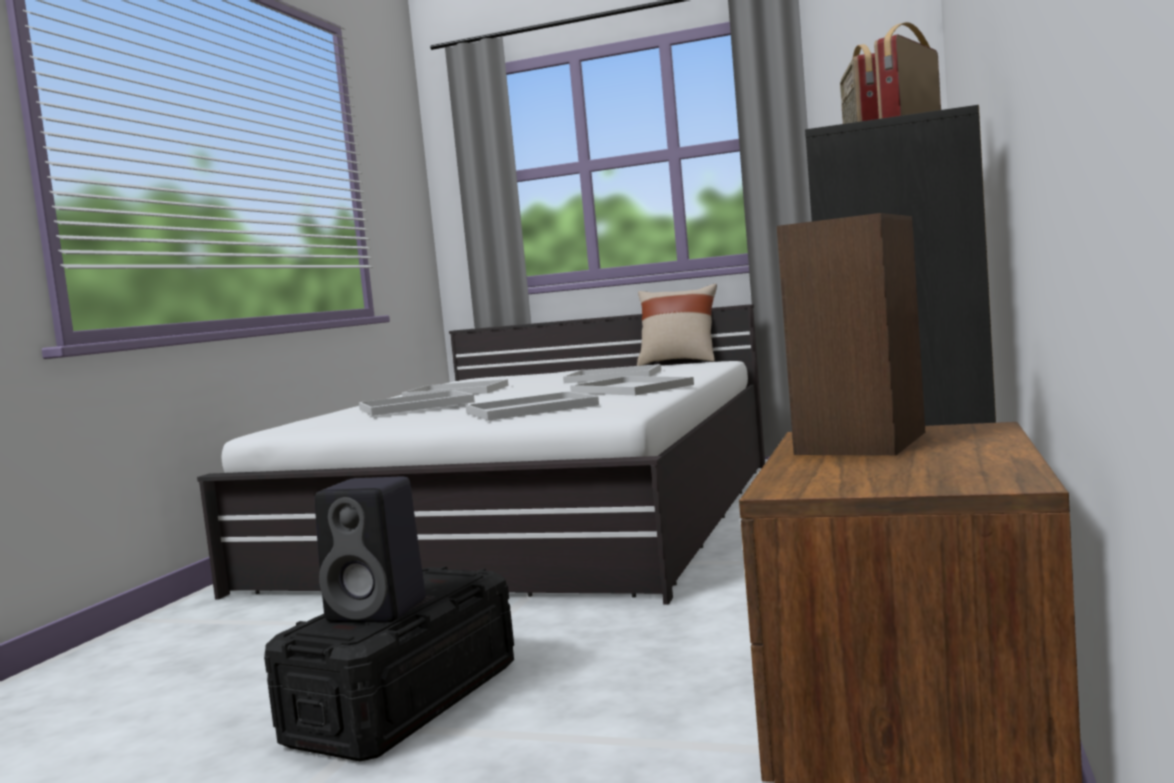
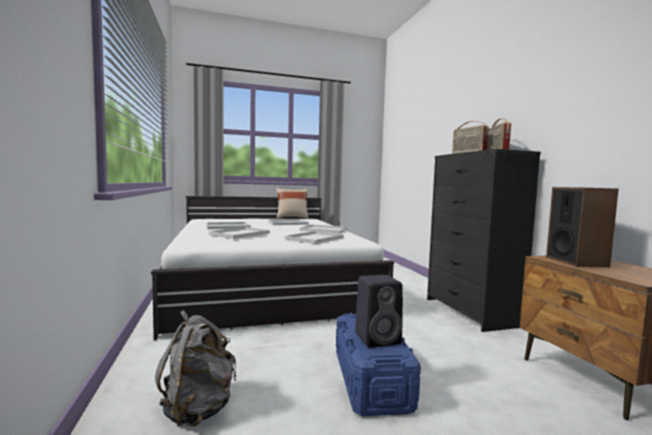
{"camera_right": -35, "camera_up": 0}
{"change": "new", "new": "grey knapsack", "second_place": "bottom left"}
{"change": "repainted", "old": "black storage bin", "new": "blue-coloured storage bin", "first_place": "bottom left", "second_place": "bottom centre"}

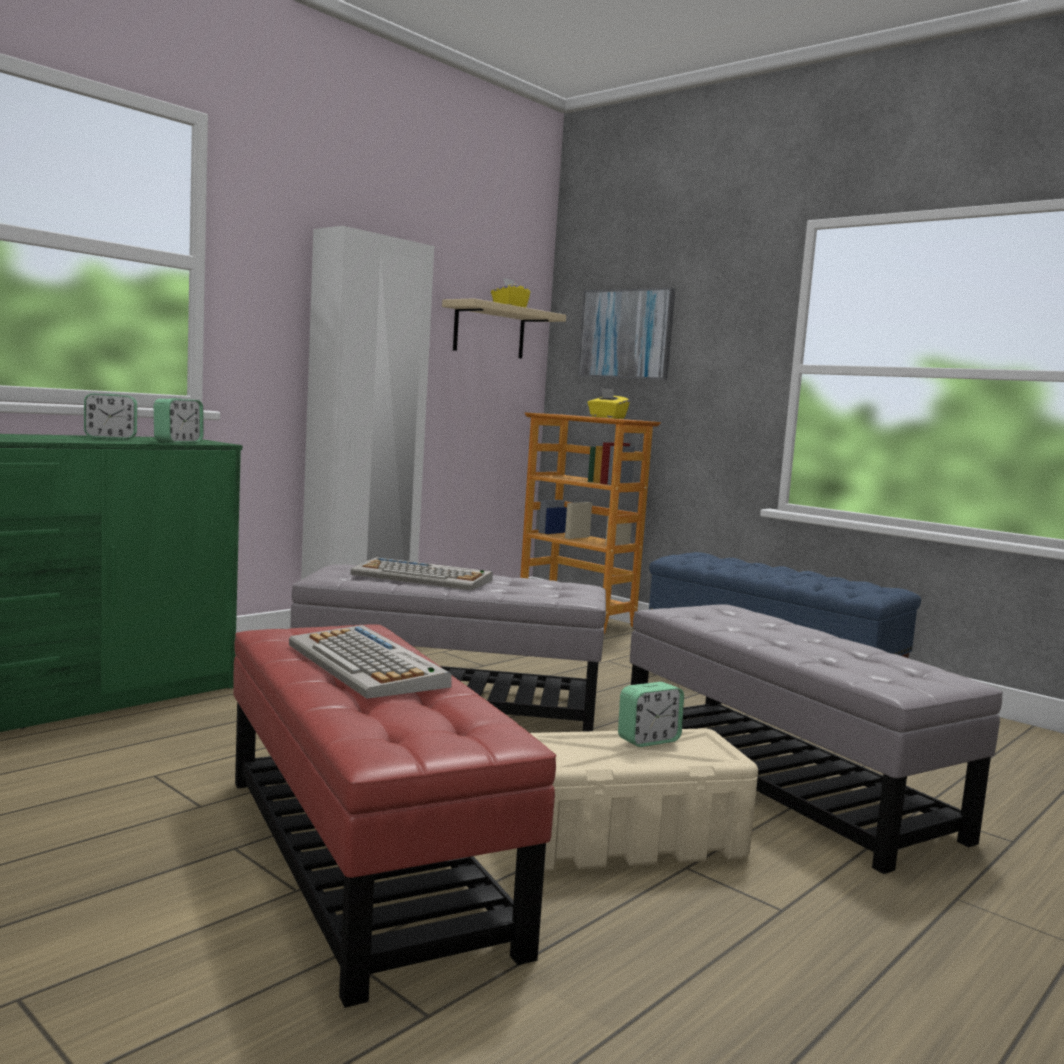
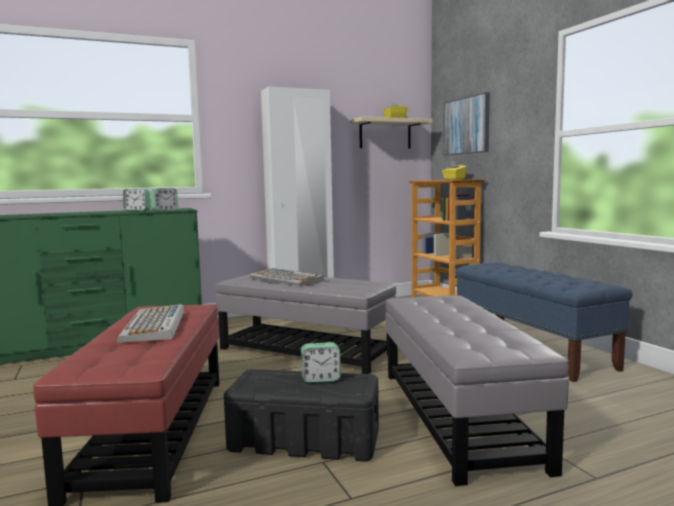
{"camera_right": 25, "camera_up": 0}
{"change": "repainted", "old": "sand-coloured storage bin", "new": "black storage bin", "first_place": "bottom centre", "second_place": "bottom centre"}

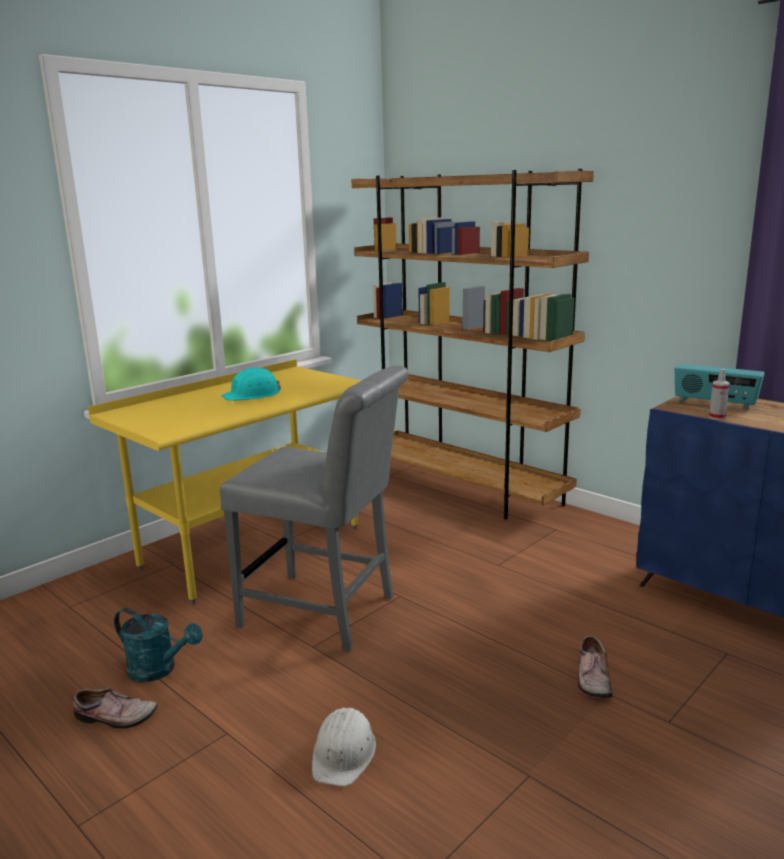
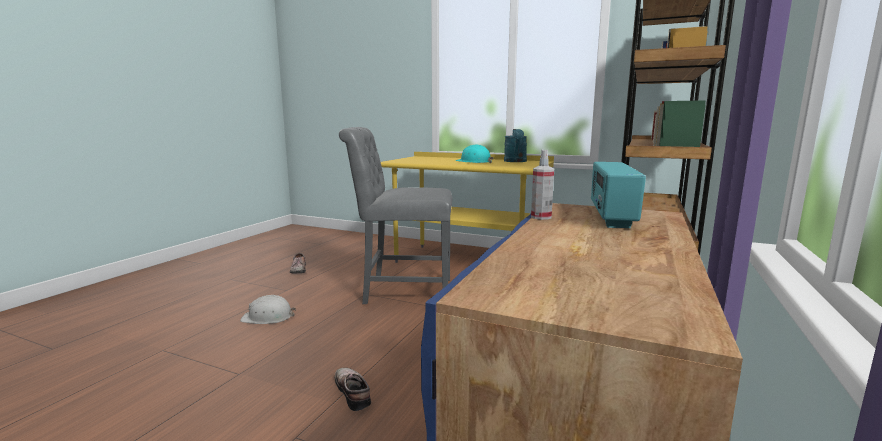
{"camera_right": 70, "camera_up": -5}
{"change": "rotated", "old": "item of footwear (no. 2 from left)", "first_place": "bottom right", "second_place": "bottom centre", "degrees": 75}
{"change": "rotated", "old": "grey upright chair", "first_place": "centre", "second_place": "centre", "degrees": 90}
{"change": "shifted", "old": "turquoise watering pot", "first_place": "bottom left", "second_place": "top centre"}

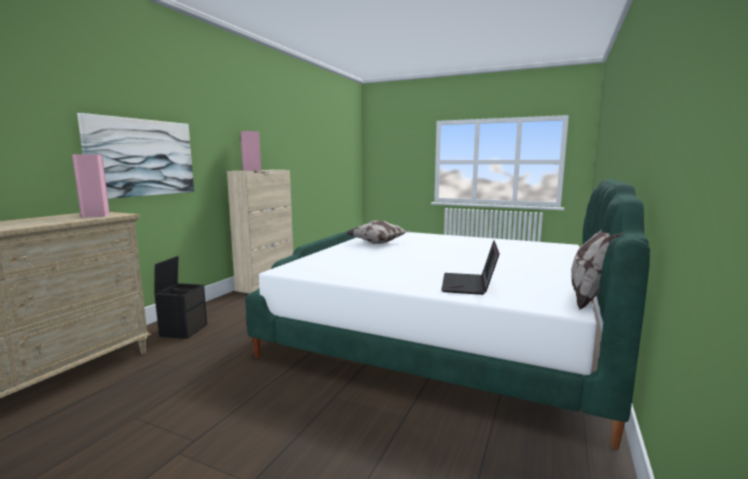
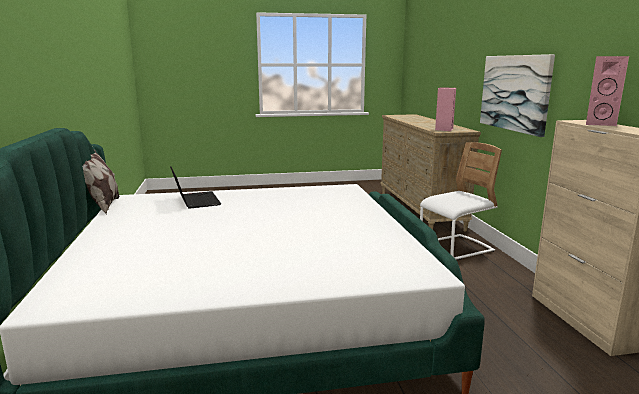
{"camera_right": 145, "camera_up": 5}
{"change": "swapped", "old": "black storage bin", "new": "whitish upright chair", "first_place": "middle left", "second_place": "middle right"}
{"change": "gone", "old": "throw pillow (no. 1 from left)", "first_place": "centre"}

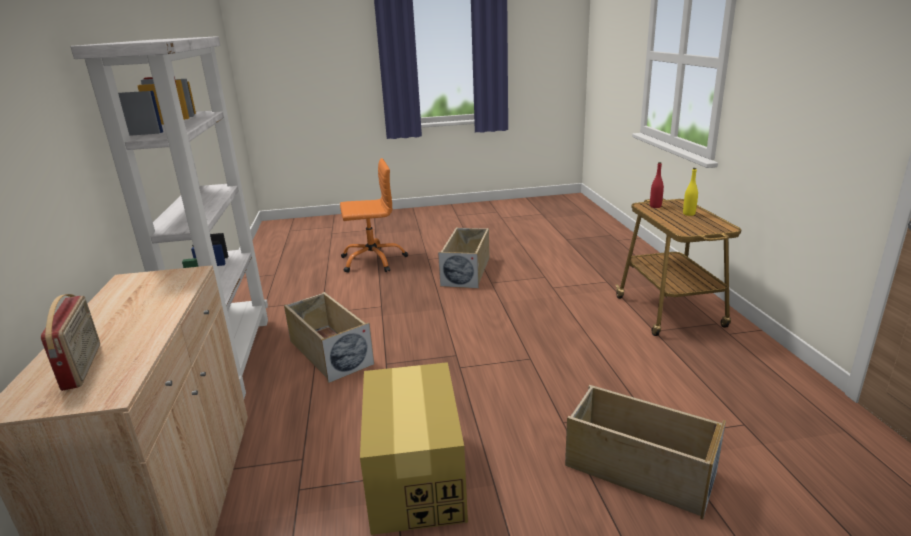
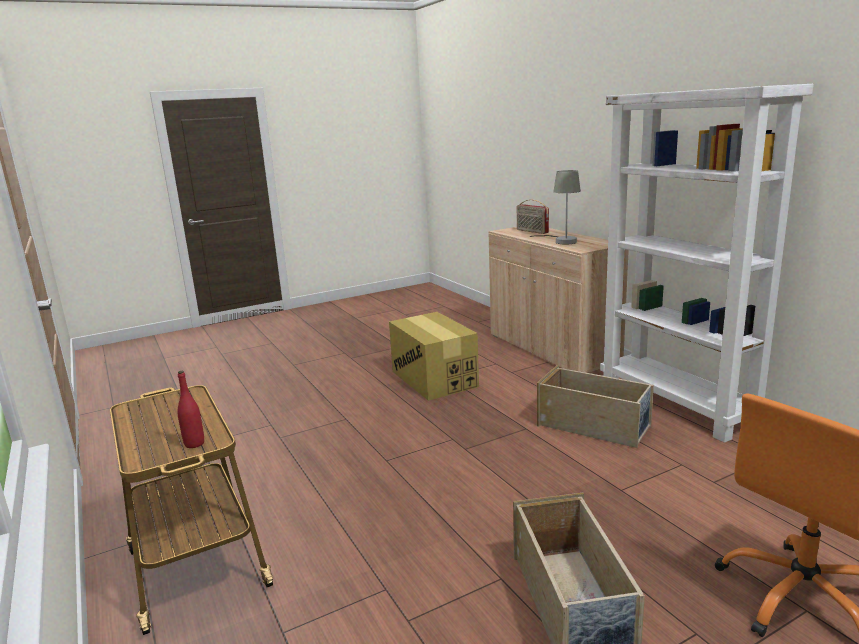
{"camera_right": 160, "camera_up": -5}
{"change": "new", "new": "grey lamp for a table", "second_place": "top centre"}
{"change": "gone", "old": "sand-coloured storage bin (no. 3 from left)", "first_place": "bottom right"}
{"change": "gone", "old": "yellow-coloured drink bottle", "first_place": "middle right"}

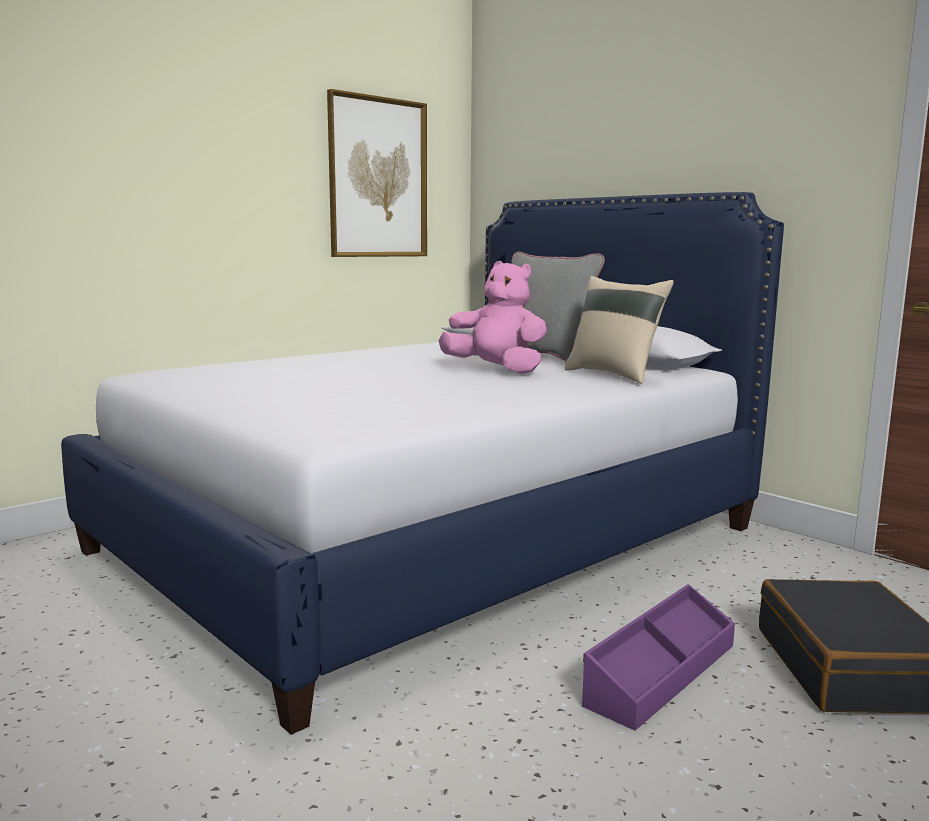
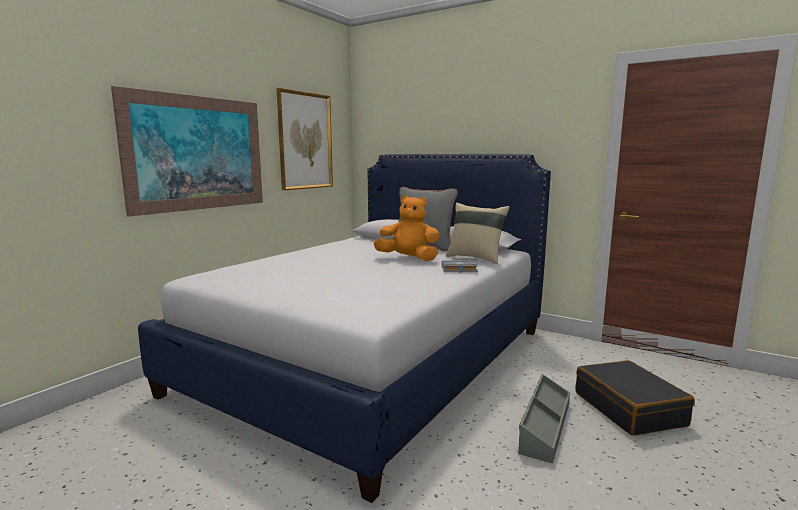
{"camera_right": -15, "camera_up": 0}
{"change": "new", "new": "wall art (no. 1 from left)", "second_place": "top left"}
{"change": "repainted", "old": "pinkish plush toy", "new": "orange plush toy", "first_place": "centre", "second_place": "centre"}
{"change": "new", "new": "grey volume", "second_place": "centre"}
{"change": "repainted", "old": "purplish storage bin", "new": "grey storage bin", "first_place": "bottom right", "second_place": "bottom right"}

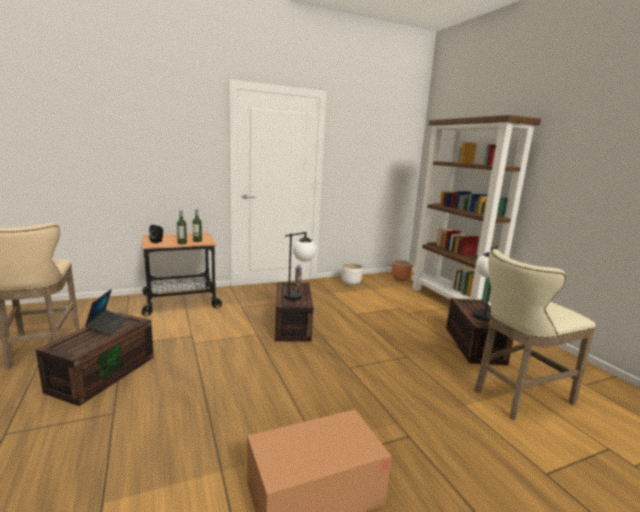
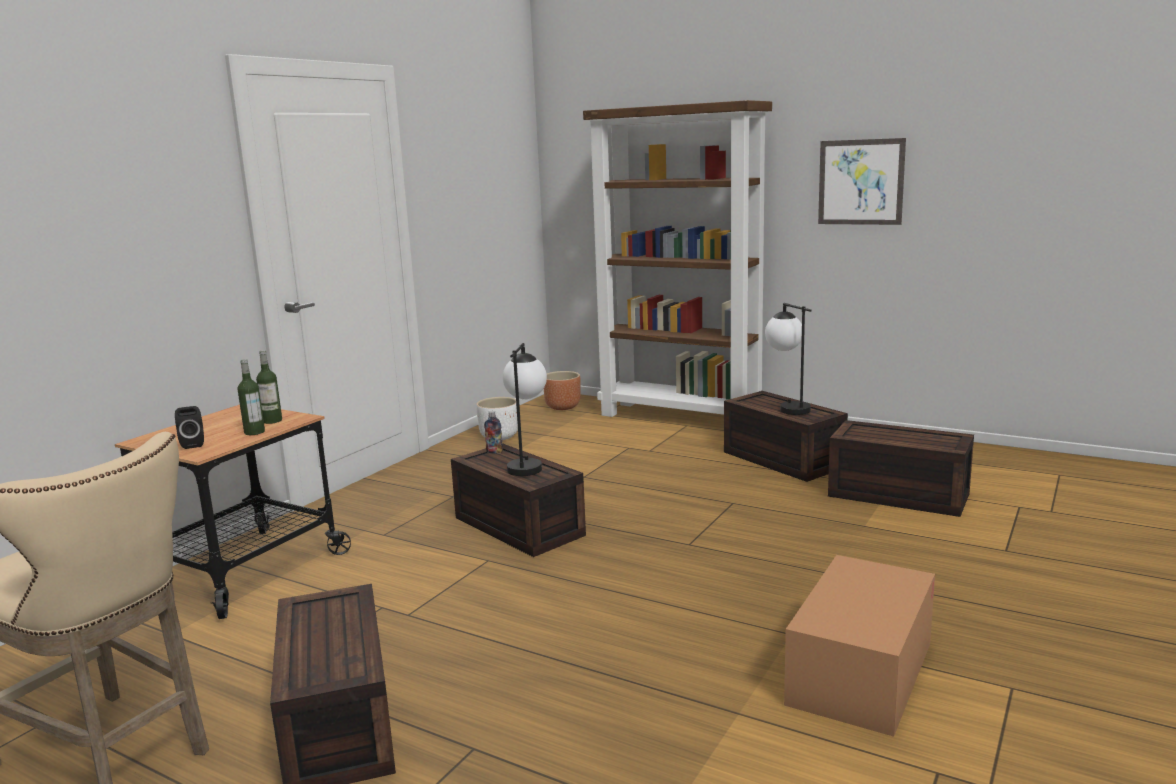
{"camera_right": -35, "camera_up": 0}
{"change": "new", "new": "wall art", "second_place": "top right"}
{"change": "swapped", "old": "sand-coloured stool seat (no. 2 from left)", "new": "brownish storage bin (no. 4 from left)", "first_place": "middle right", "second_place": "middle right"}
{"change": "gone", "old": "notebook computer", "first_place": "middle left"}

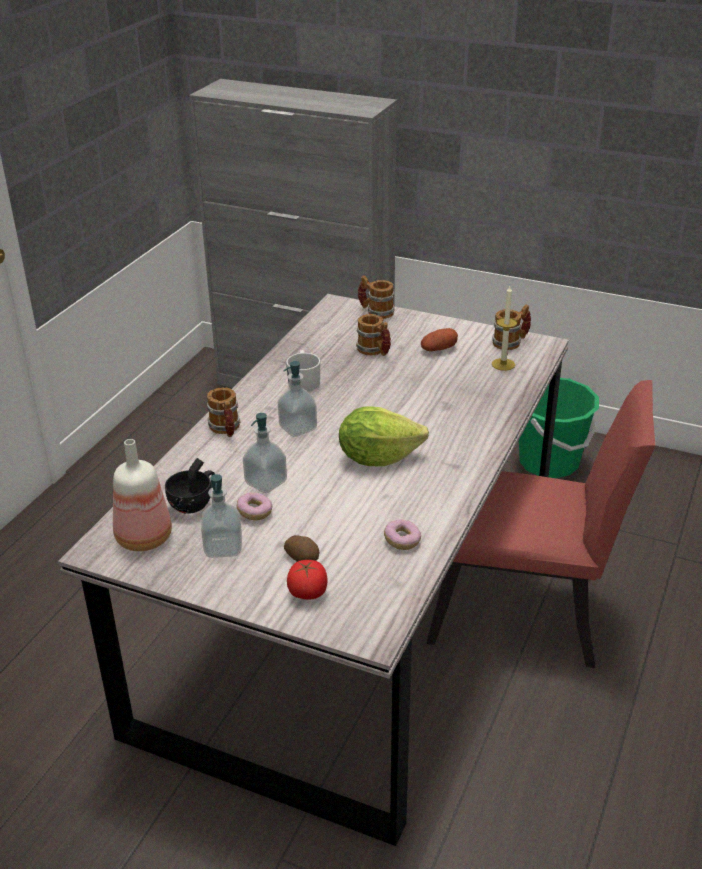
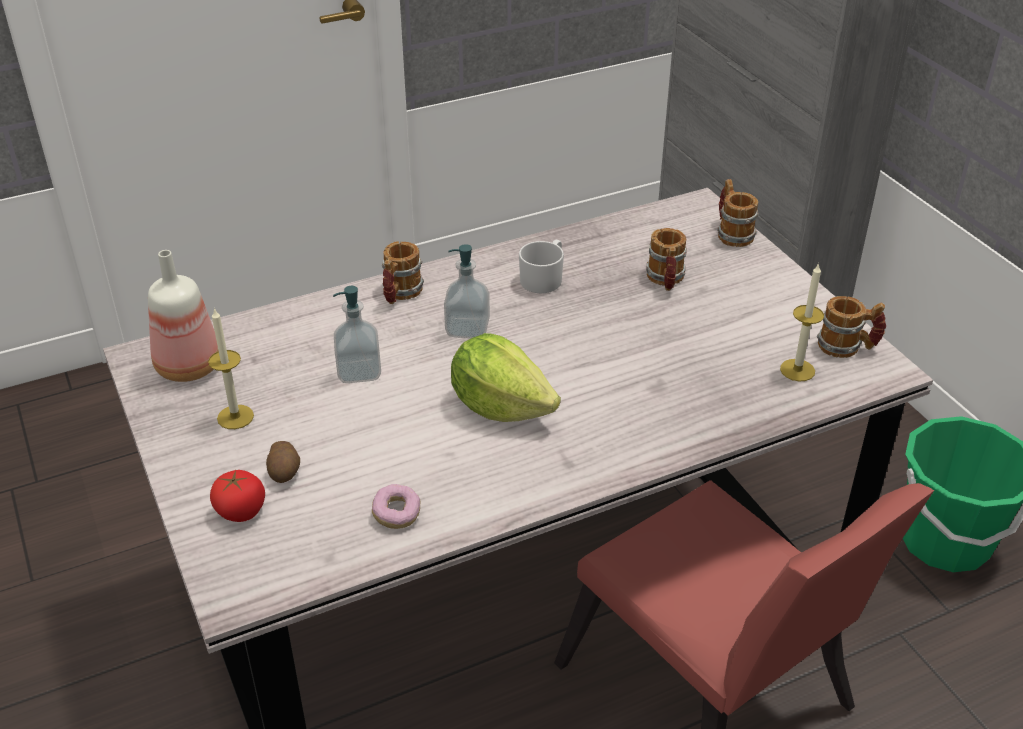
{"camera_right": 40, "camera_up": 5}
{"change": "swapped", "old": "soap dispenser (no. 1 from left)", "new": "wax candle (no. 1 from left)", "first_place": "middle left", "second_place": "middle left"}
{"change": "gone", "old": "black small cup", "first_place": "middle left"}
{"change": "gone", "old": "ring doughnut (no. 1 from left)", "first_place": "centre"}
{"change": "gone", "old": "potato (no. 2 from left)", "first_place": "centre"}

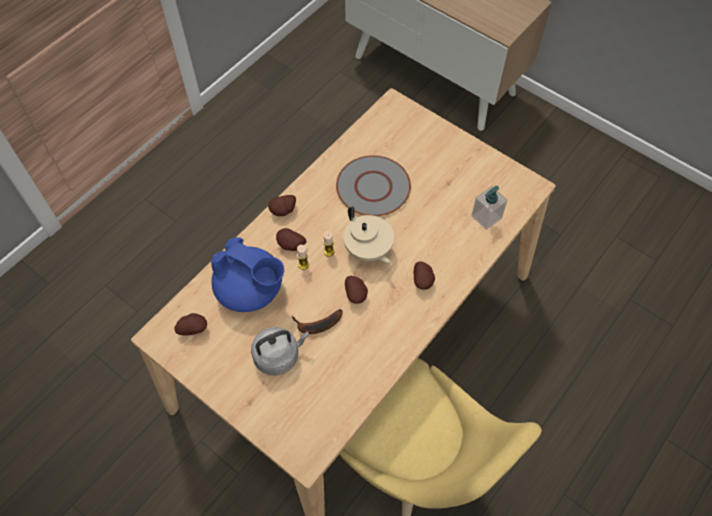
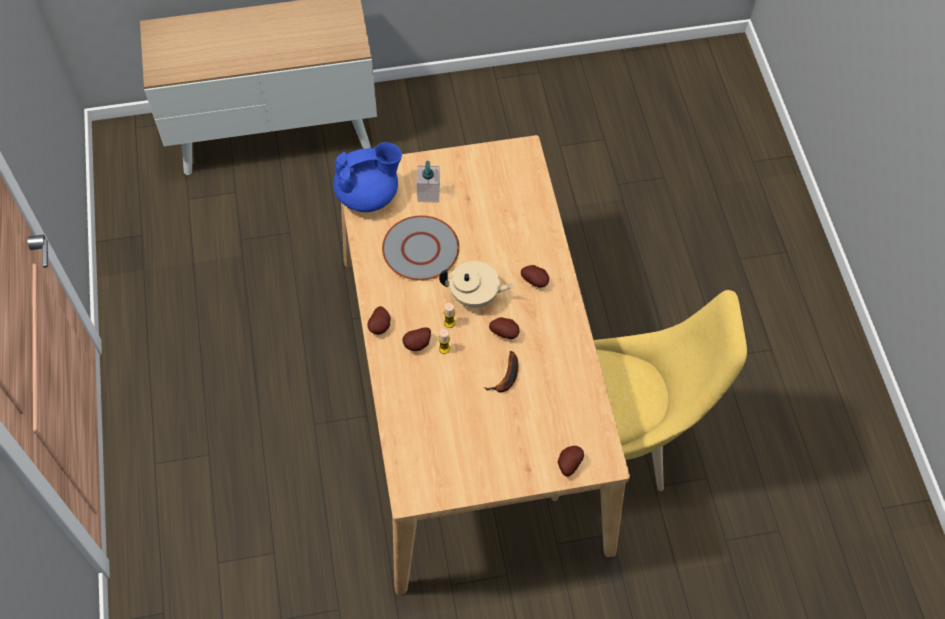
{"camera_right": -50, "camera_up": 0}
{"change": "shifted", "old": "blue-coloured tea pot", "first_place": "centre", "second_place": "top centre"}
{"change": "shifted", "old": "soap dispenser", "first_place": "middle right", "second_place": "top centre"}
{"change": "shifted", "old": "potato (no. 1 from left in the first image)", "new": "potato (no. 5 from left)", "first_place": "middle left", "second_place": "bottom centre"}
{"change": "gone", "old": "grey kettle", "first_place": "bottom centre"}

